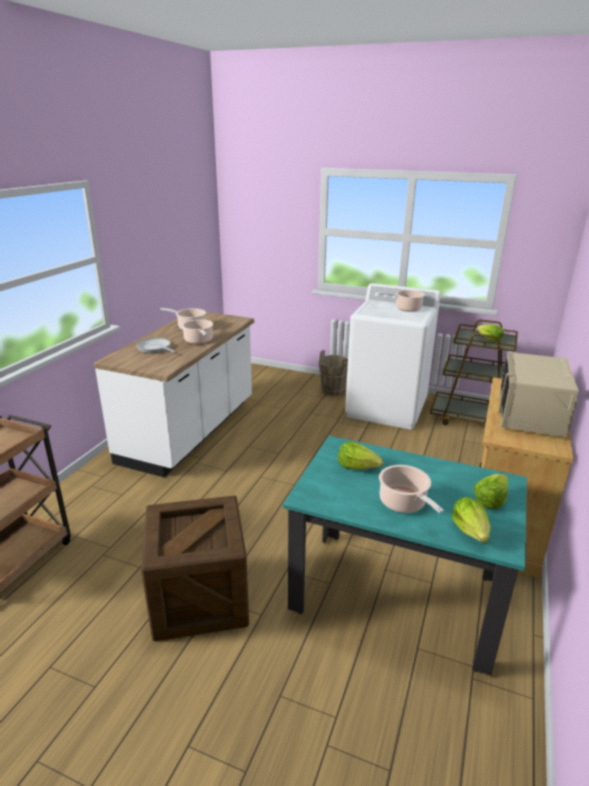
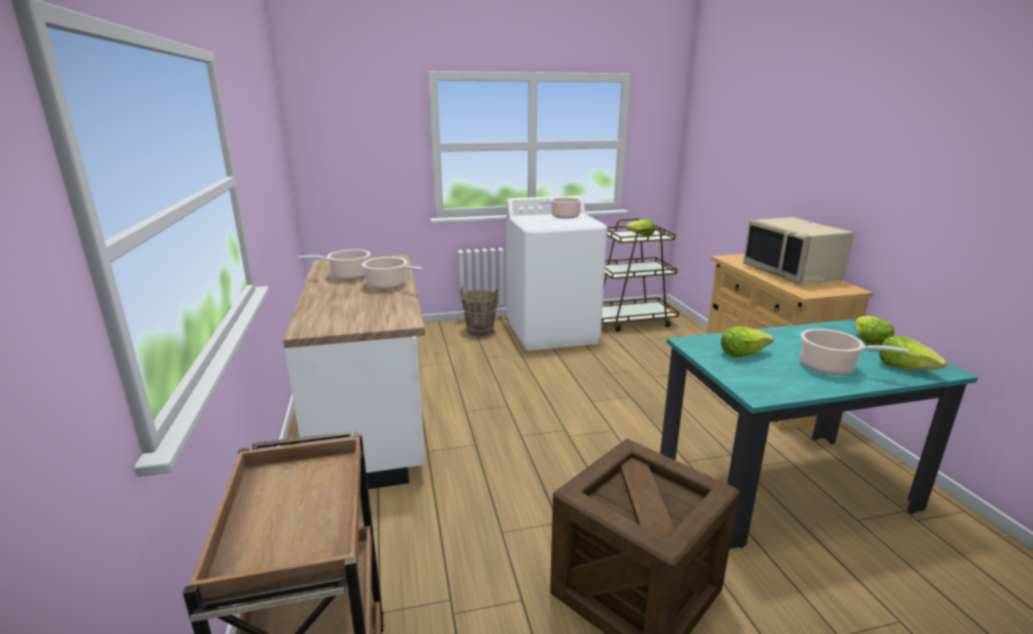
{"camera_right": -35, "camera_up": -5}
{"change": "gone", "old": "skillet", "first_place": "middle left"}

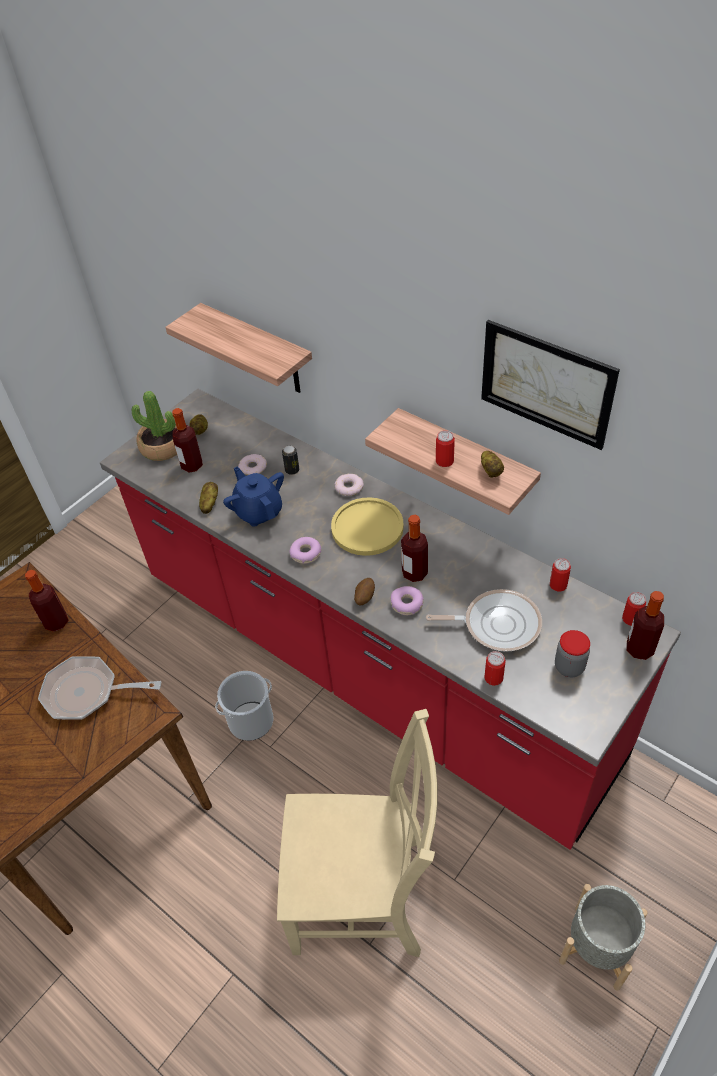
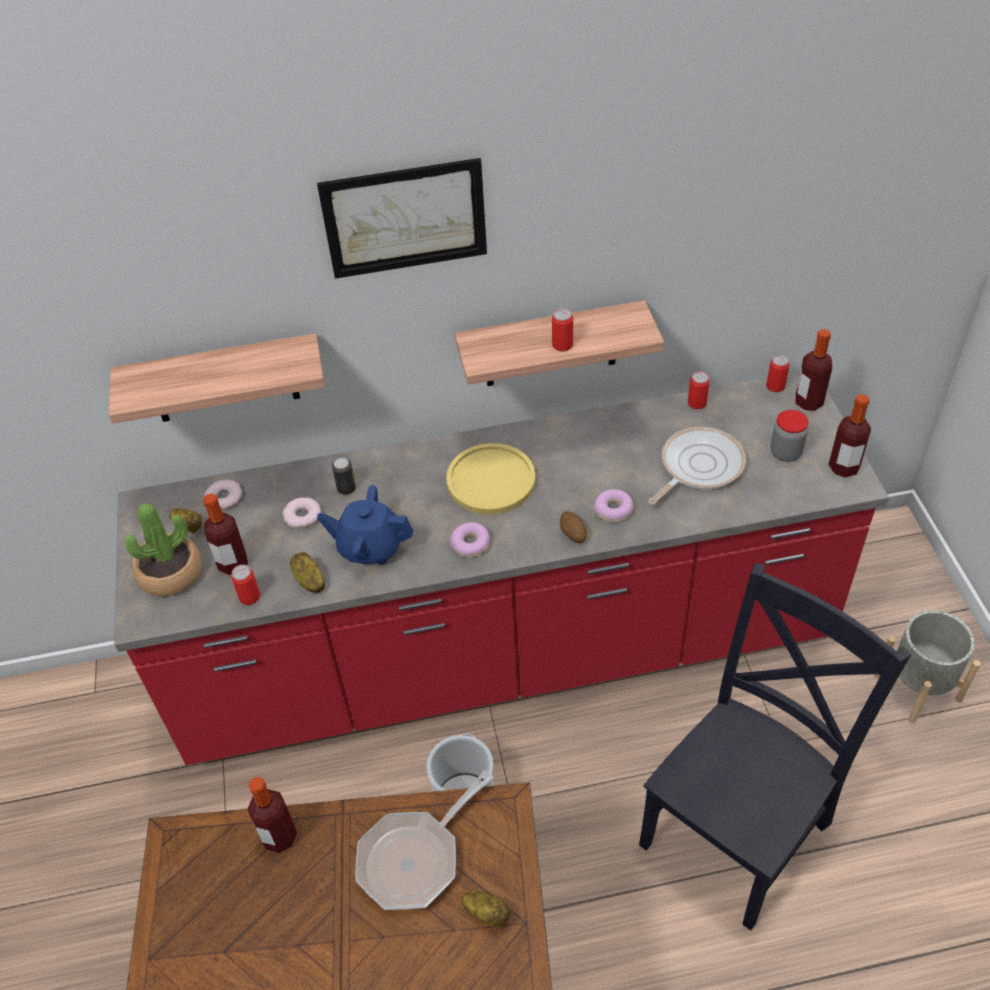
{"camera_right": -50, "camera_up": 0}
{"change": "shifted", "old": "ring doughnut (no. 3 from left in the first image)", "new": "ring doughnut (no. 1 from left)", "first_place": "centre", "second_place": "middle left"}
{"change": "shifted", "old": "metal can (no. 3 from left in the first image)", "new": "metal can (no. 1 from left)", "first_place": "middle right", "second_place": "middle left"}
{"change": "shifted", "old": "wall art", "first_place": "middle right", "second_place": "top centre"}
{"change": "shifted", "old": "potato (no. 4 from left in the first image)", "new": "potato (no. 3 from left)", "first_place": "middle right", "second_place": "bottom centre"}
{"change": "repainted", "old": "sand-coloured upright chair", "new": "black upright chair", "first_place": "bottom centre", "second_place": "bottom right"}
{"change": "shifted", "old": "drink bottle (no. 3 from left in the first image)", "new": "drink bottle (no. 4 from left)", "first_place": "centre", "second_place": "middle right"}

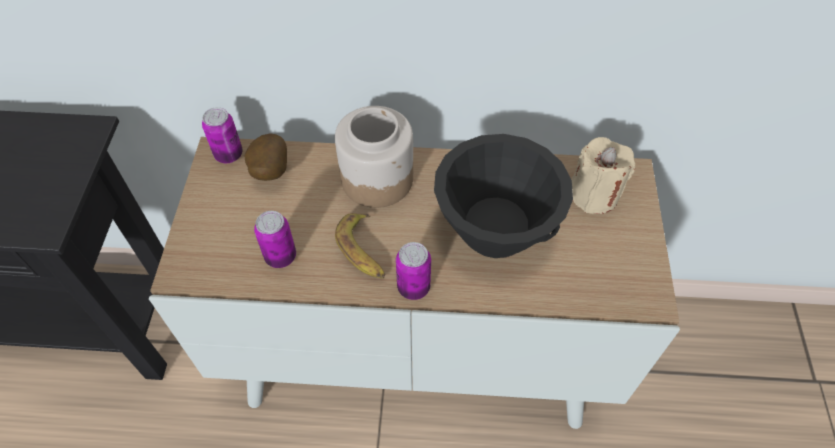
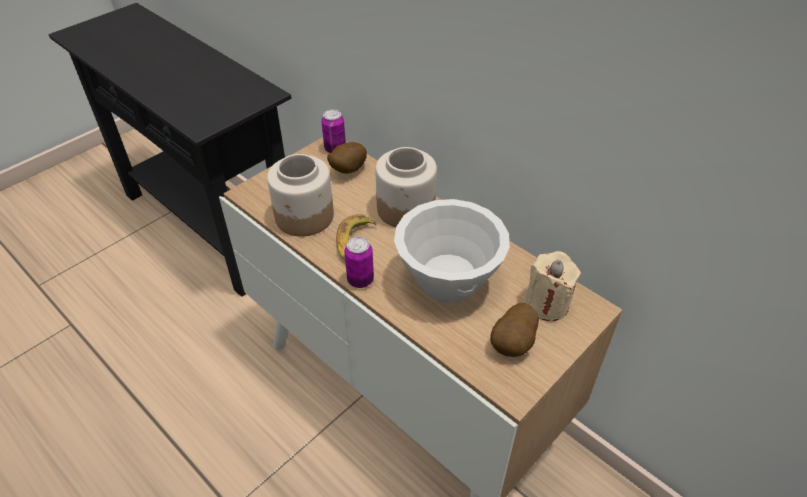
{"camera_right": 40, "camera_up": -10}
{"change": "swapped", "old": "metal can (no. 2 from left)", "new": "storage jar (no. 1 from left)", "first_place": "middle left", "second_place": "centre"}
{"change": "repainted", "old": "black bowl", "new": "whitish bowl", "first_place": "centre", "second_place": "centre"}
{"change": "new", "new": "potato (no. 2 from left)", "second_place": "centre"}

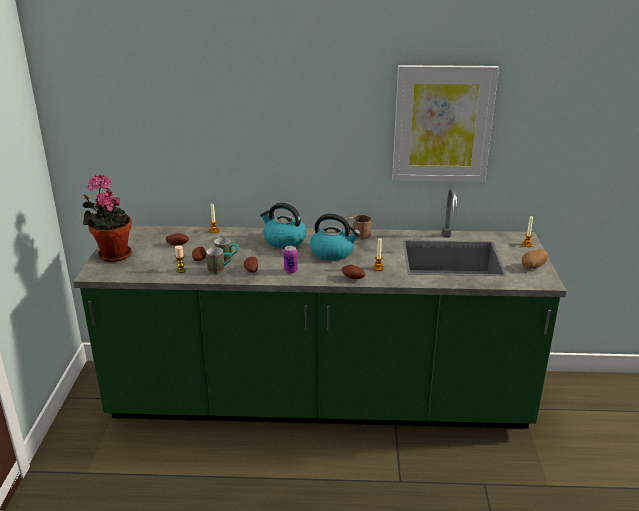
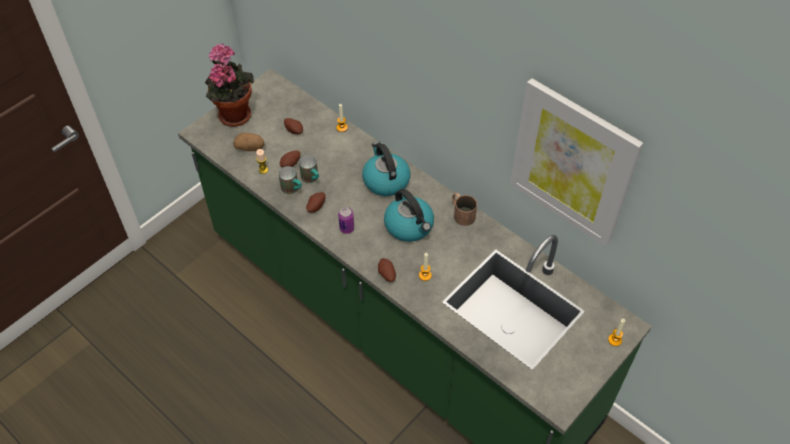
{"camera_right": 40, "camera_up": 25}
{"change": "shifted", "old": "potato (no. 5 from left in the first image)", "new": "potato (no. 1 from left)", "first_place": "middle right", "second_place": "top left"}

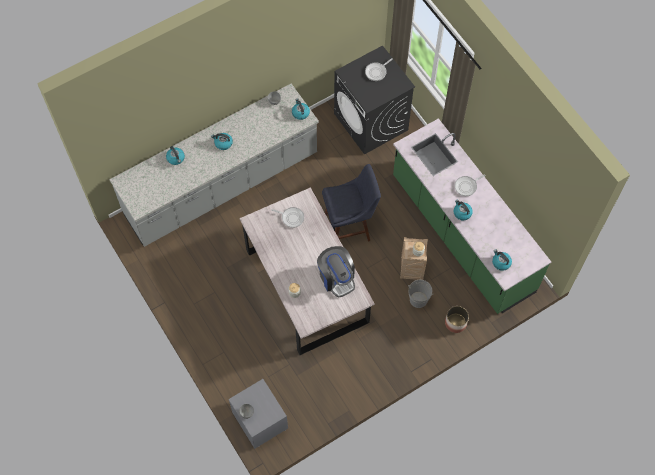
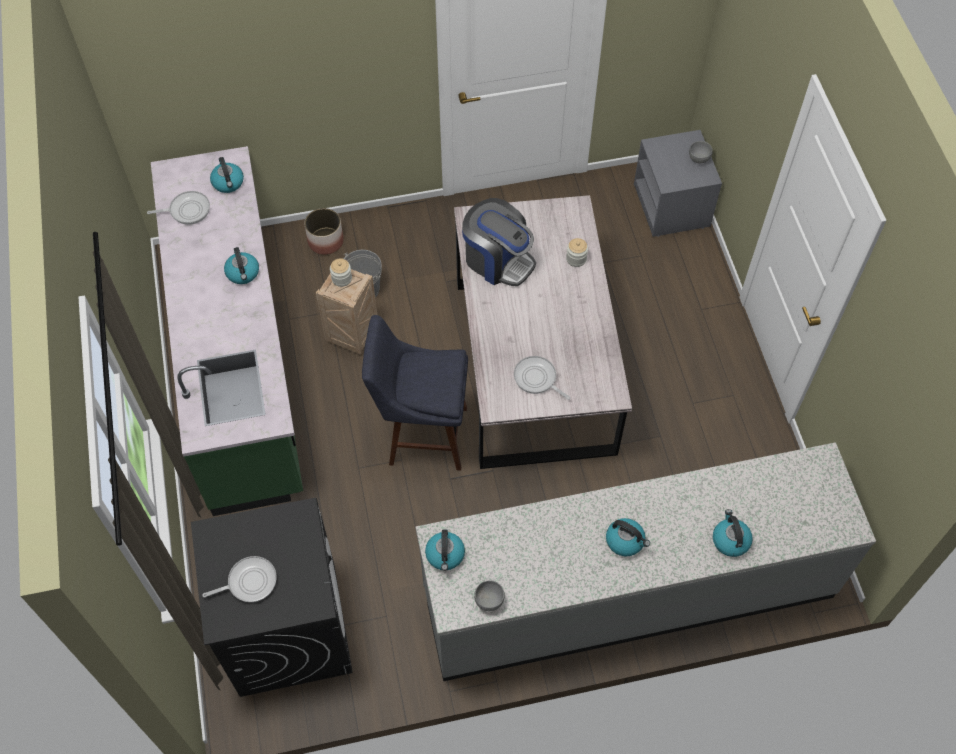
{"camera_right": -160, "camera_up": -5}
{"change": "shifted", "old": "skillet (no. 3 from left in the first image)", "new": "skillet (no. 1 from left)", "first_place": "middle right", "second_place": "top left"}
{"change": "rotated", "old": "coffee brewer", "first_place": "centre", "second_place": "top centre", "degrees": 135}

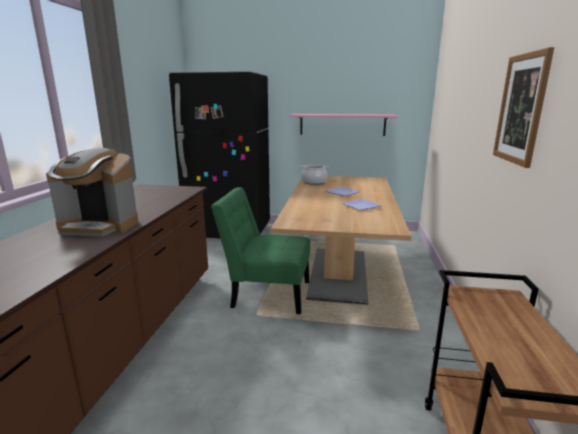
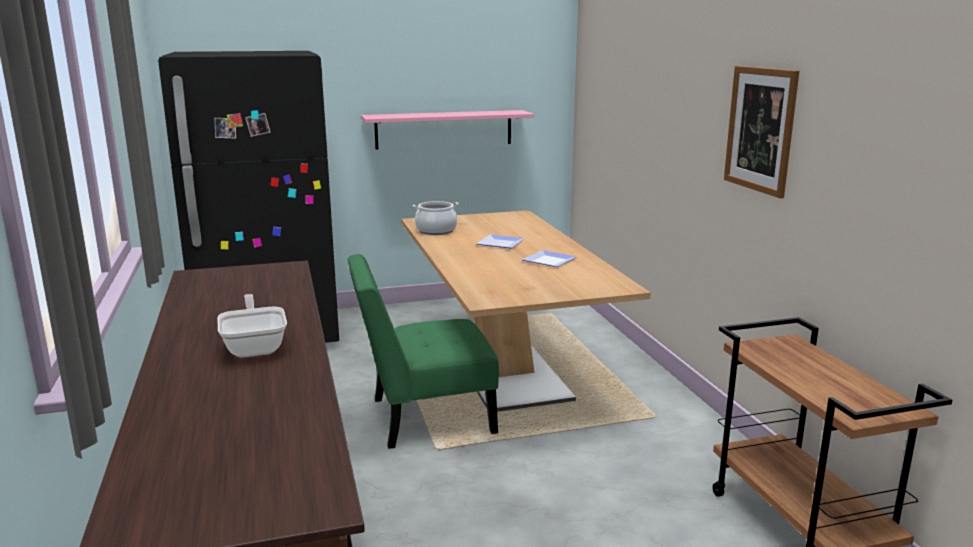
{"camera_right": -25, "camera_up": 0}
{"change": "swapped", "old": "coffee brewer", "new": "skillet", "first_place": "middle left", "second_place": "middle left"}

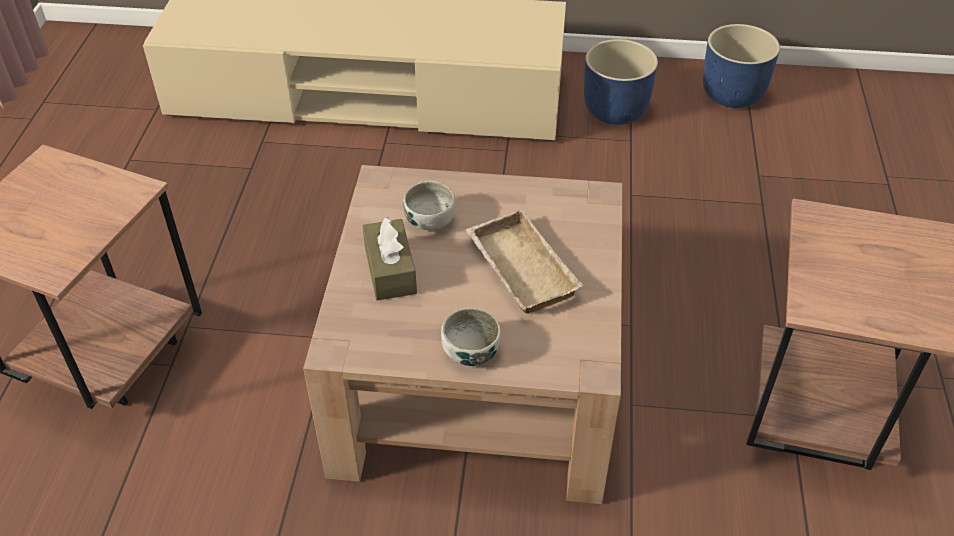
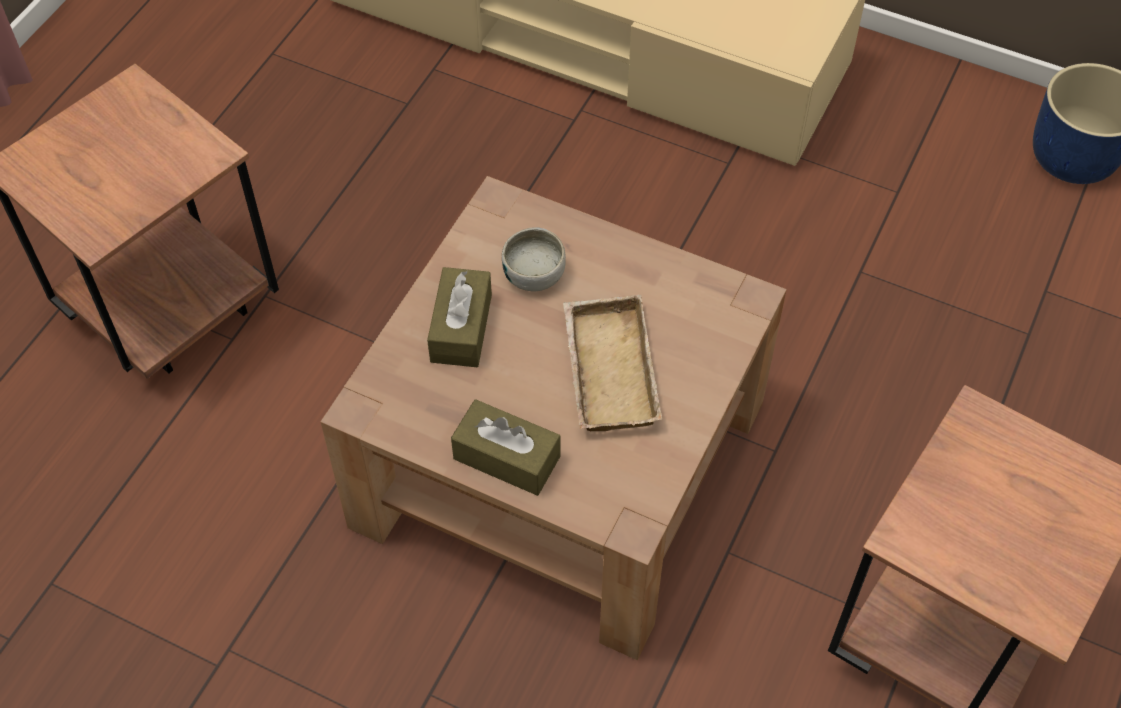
{"camera_right": 20, "camera_up": 10}
{"change": "swapped", "old": "bowl (no. 2 from left)", "new": "brownish tissue box (no. 2 from left)", "first_place": "centre", "second_place": "centre"}
{"change": "gone", "old": "blue-coloured flower pot (no. 1 from left)", "first_place": "top centre"}

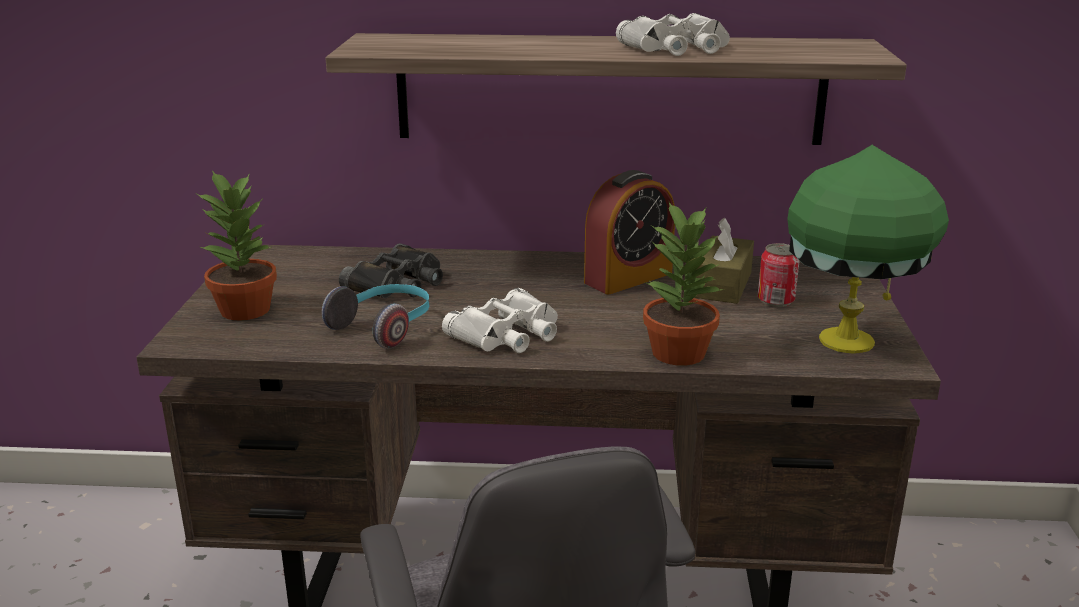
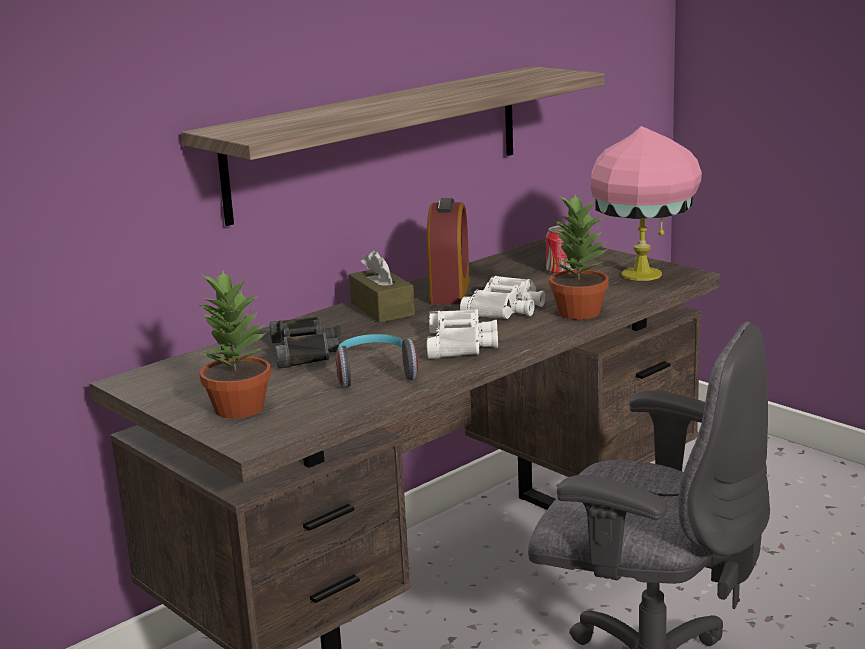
{"camera_right": -45, "camera_up": -5}
{"change": "shifted", "old": "brownish tissue box", "first_place": "middle right", "second_place": "centre"}
{"change": "shifted", "old": "whitish field glasses (no. 2 from left)", "first_place": "top centre", "second_place": "centre"}
{"change": "repainted", "old": "green lamp for a table", "new": "pinkish lamp for a table", "first_place": "middle right", "second_place": "top right"}

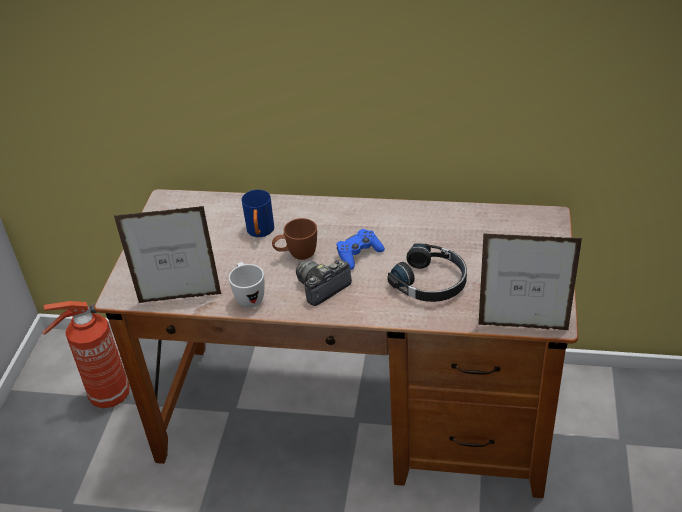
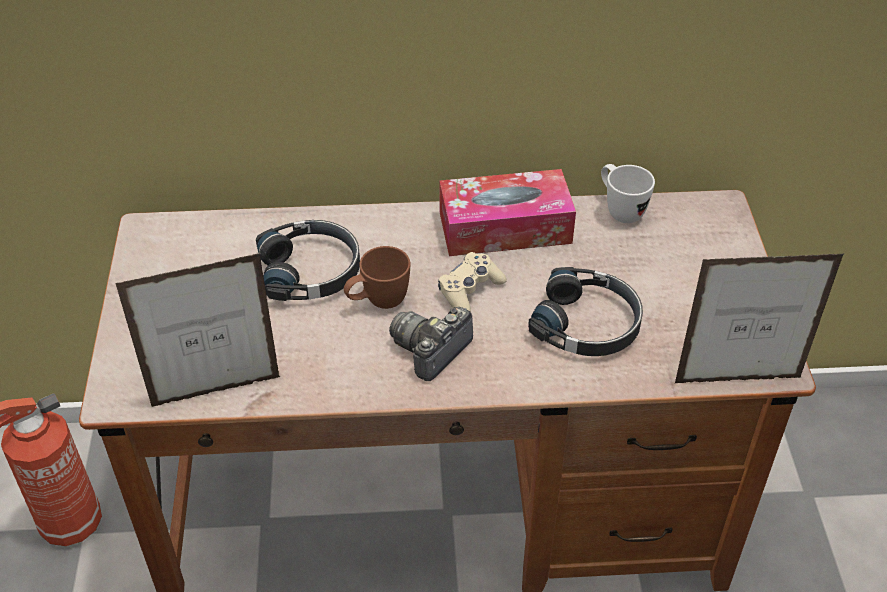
{"camera_right": -15, "camera_up": 5}
{"change": "swapped", "old": "blue-coloured coffee mug", "new": "black pair of headphones (no. 1 from left)", "first_place": "centre", "second_place": "centre"}
{"change": "repainted", "old": "blue-coloured gamepad", "new": "sand-coloured gamepad", "first_place": "centre", "second_place": "centre"}
{"change": "new", "new": "tissue box", "second_place": "centre"}
{"change": "shifted", "old": "whitish coffee mug", "first_place": "centre", "second_place": "top right"}

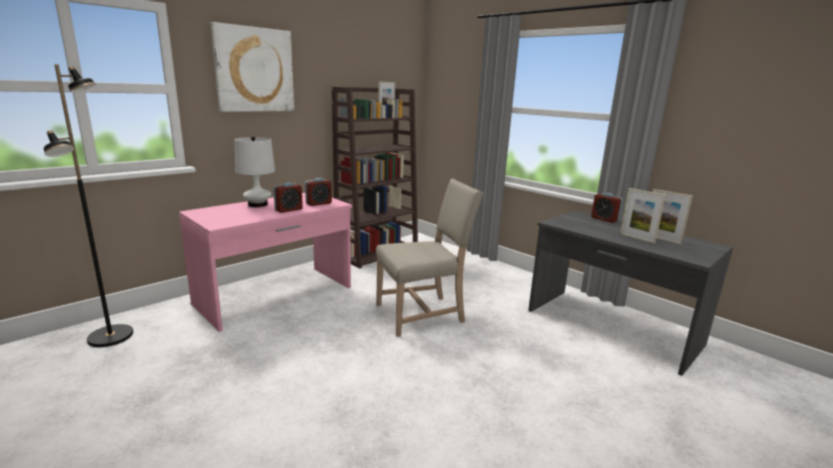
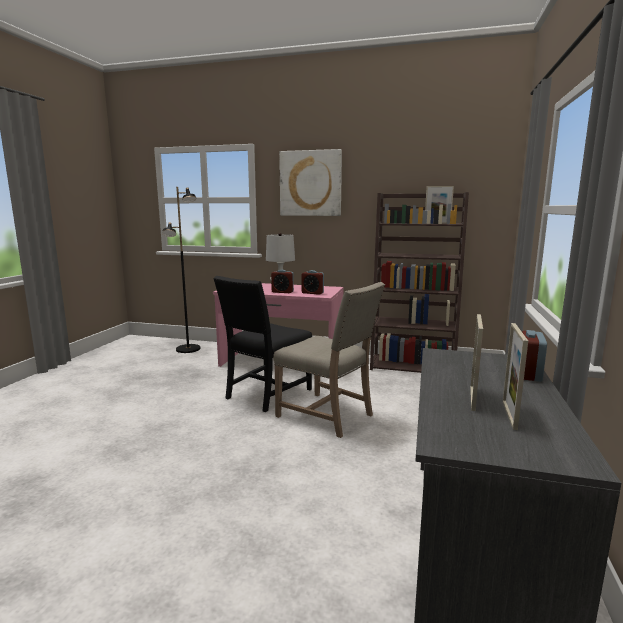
{"camera_right": 60, "camera_up": -5}
{"change": "new", "new": "black upright chair", "second_place": "centre"}

